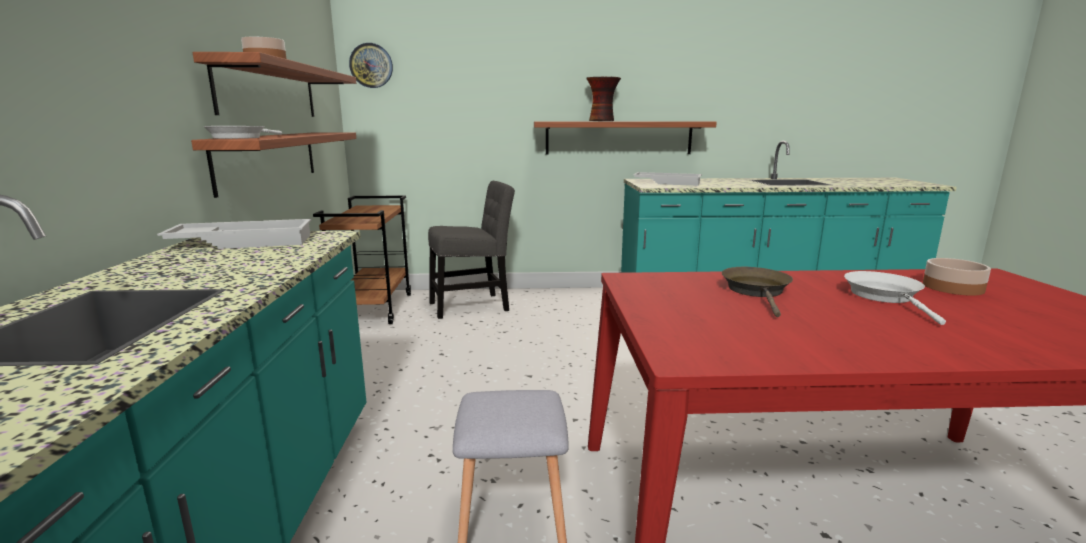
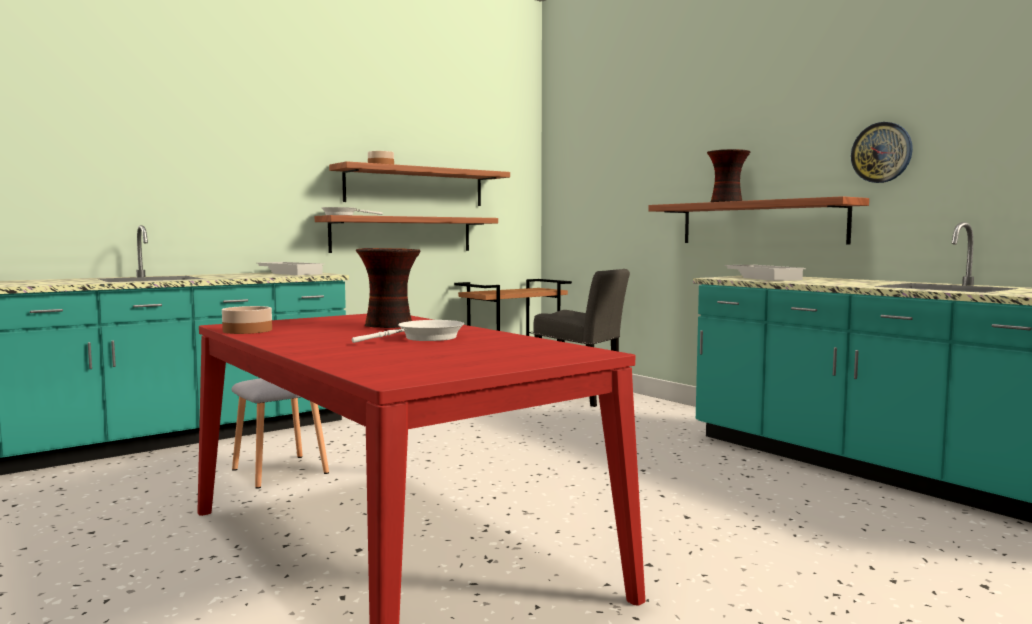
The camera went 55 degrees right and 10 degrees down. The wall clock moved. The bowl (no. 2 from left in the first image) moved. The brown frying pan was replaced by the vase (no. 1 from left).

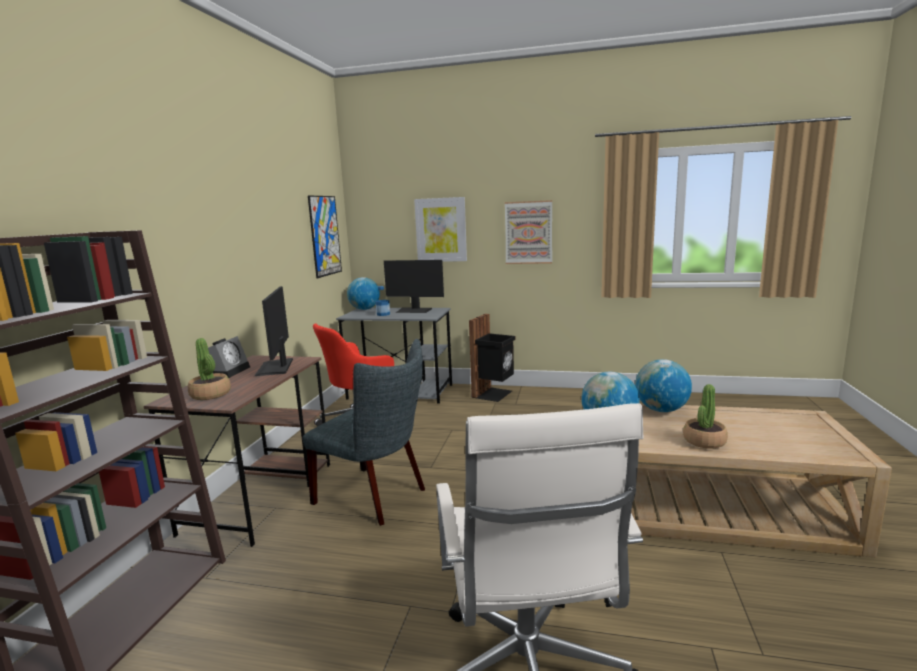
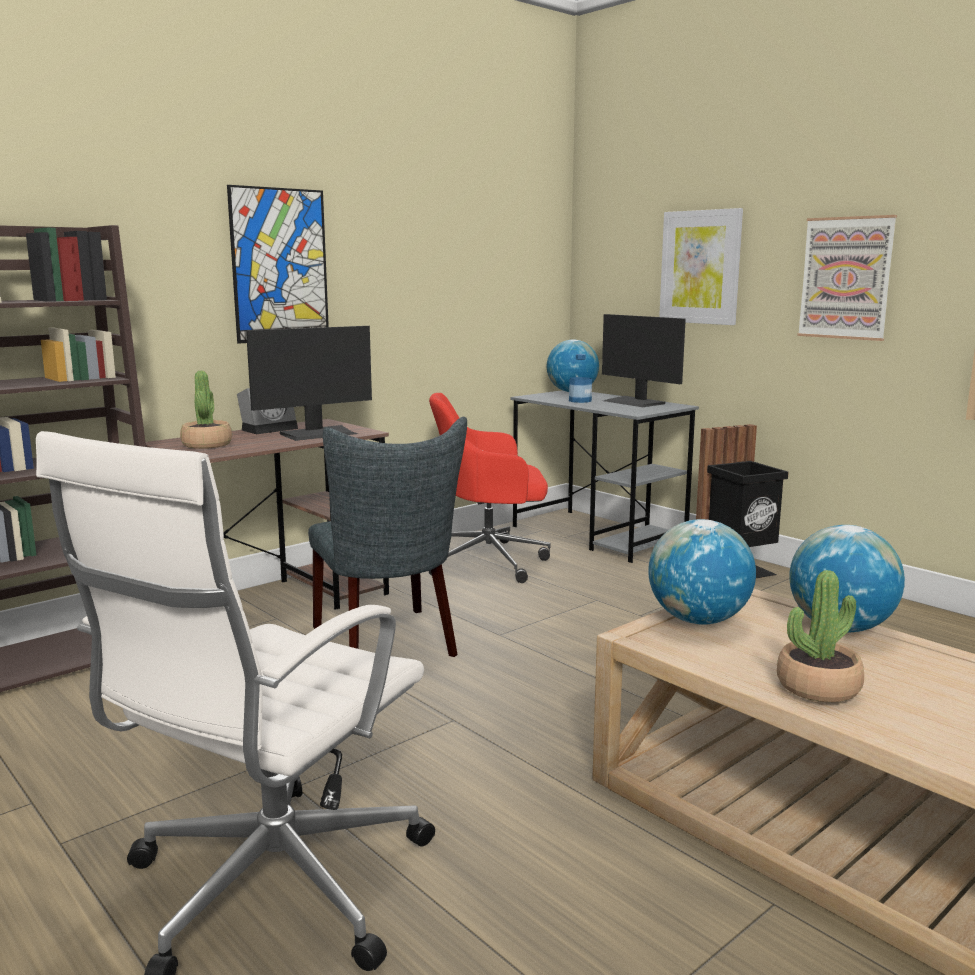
The camera went 35 degrees right and 0 degrees up. The picture (no. 1 from left) moved. The monitor (no. 1 from left) turned 150 degrees counterclockwise.

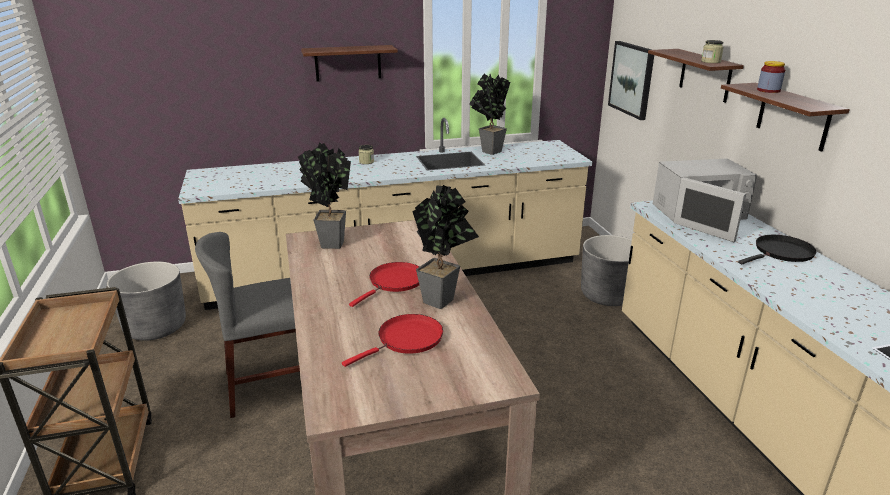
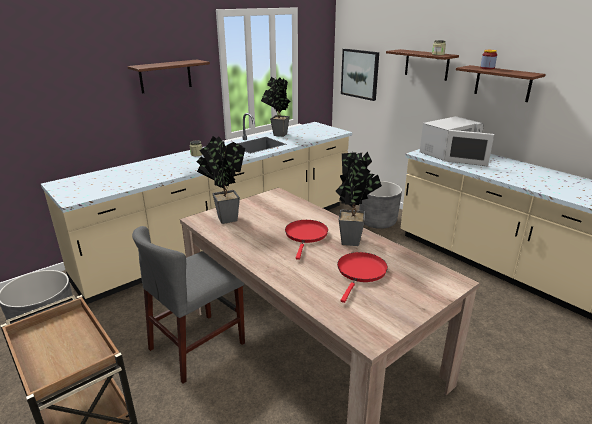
The camera went 25 degrees left and 0 degrees up. The black frying pan disappeared.

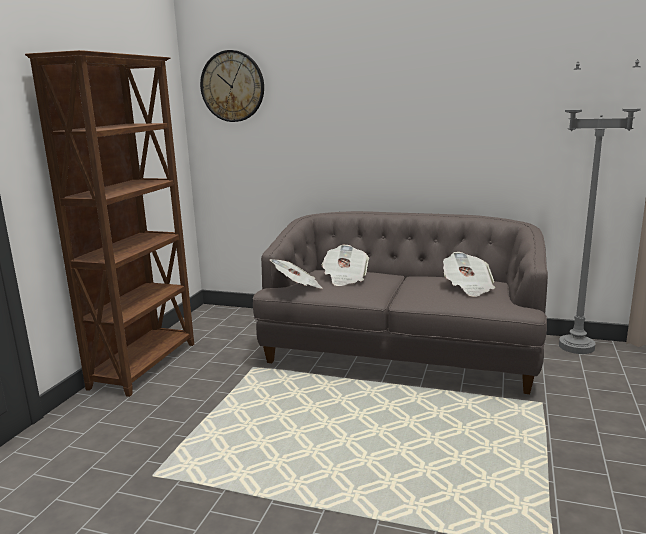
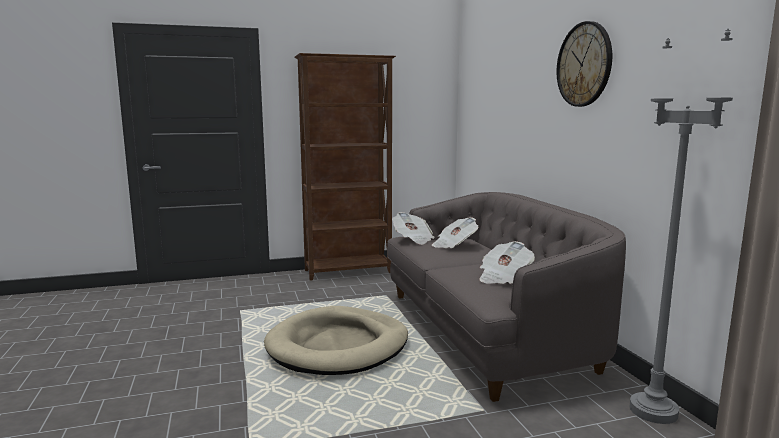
The camera went 55 degrees right and 5 degrees down. The wall clock moved. The beige dog bed appeared.

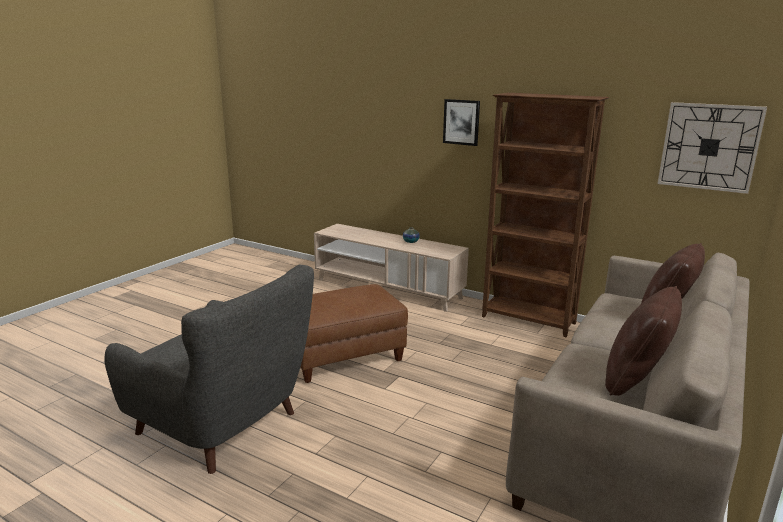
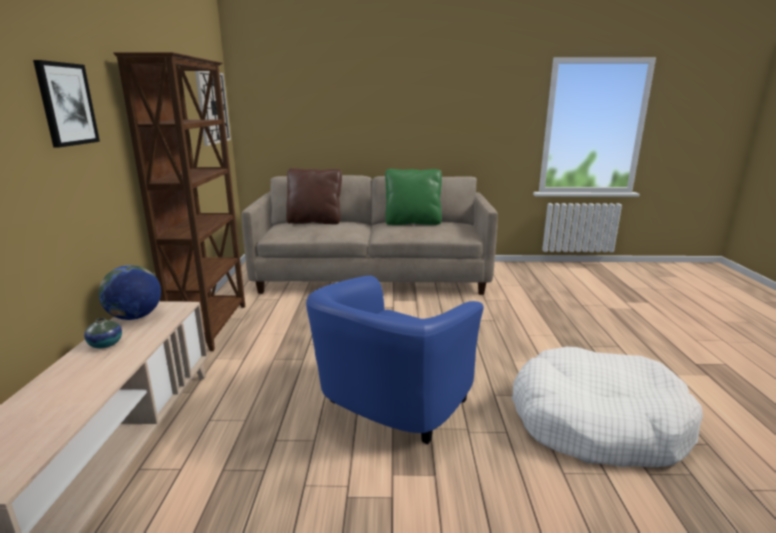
The camera went 120 degrees left and 0 degrees up. The grey armchair was replaced by the white dog bed. The brown ottoman was replaced by the blue armchair. The brown pillow (no. 1 from left) became the green pillow. The globe appeared.

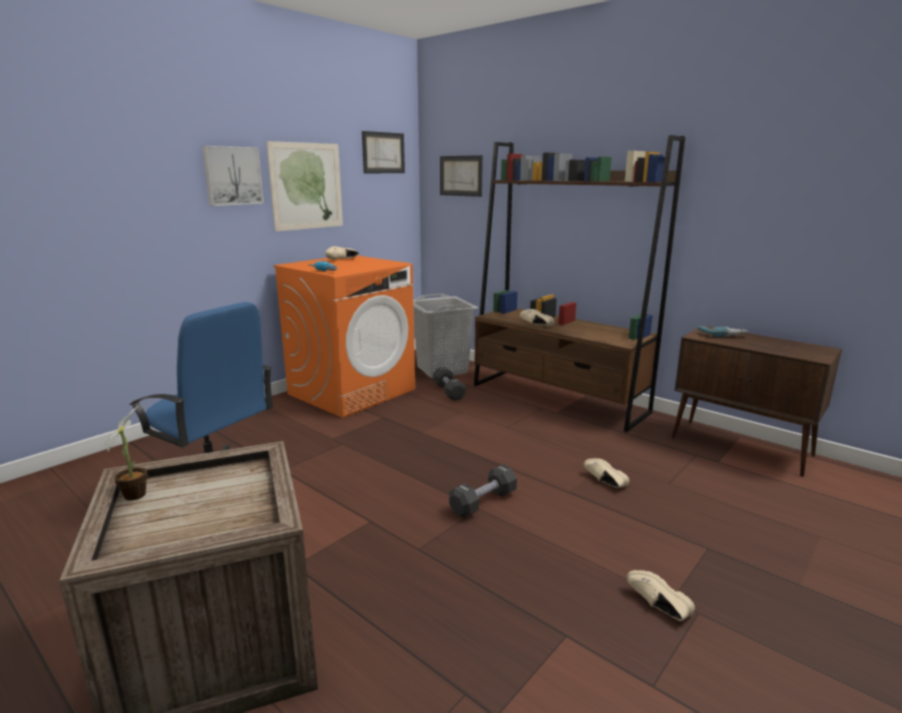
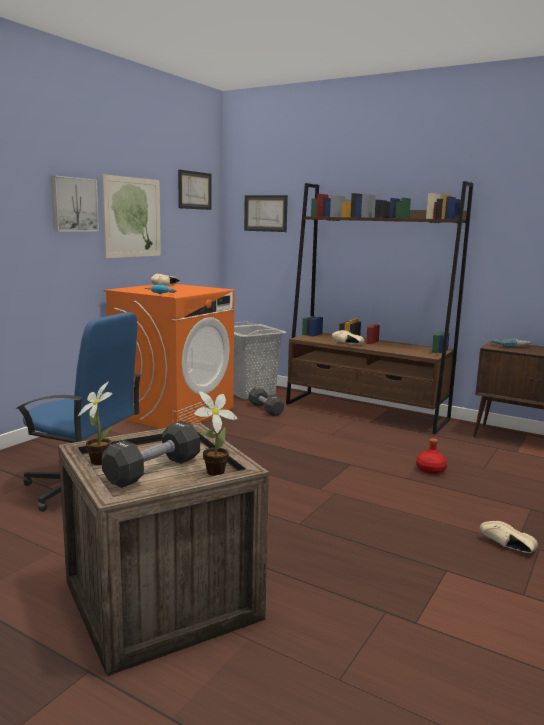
The camera went 10 degrees left and 5 degrees down. The beige shoe (no. 3 from left) was replaced by the red bottle. The black dumbbell (no. 2 from left in the first image) moved. The potted plant (no. 2 from left) appeared.

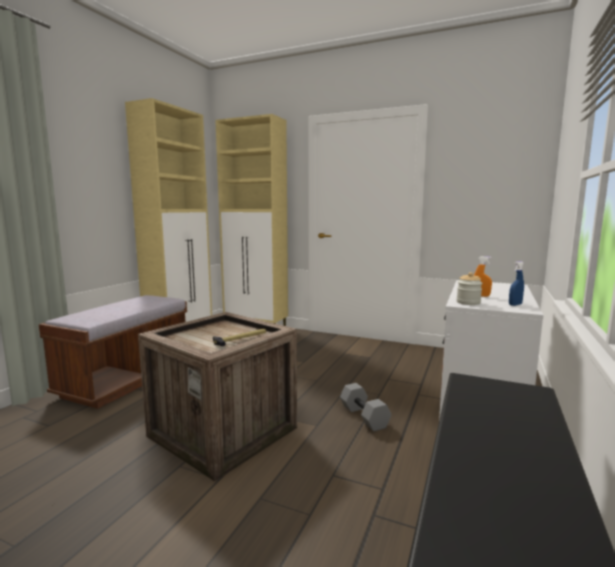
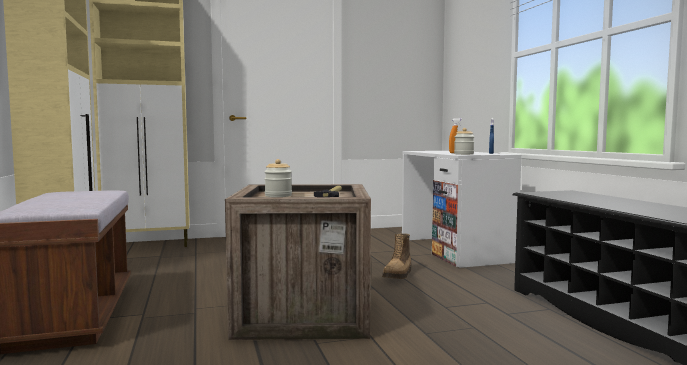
The camera went 40 degrees left and 5 degrees down. The grey dumbbell was replaced by the boot. The jar (no. 1 from left) appeared.

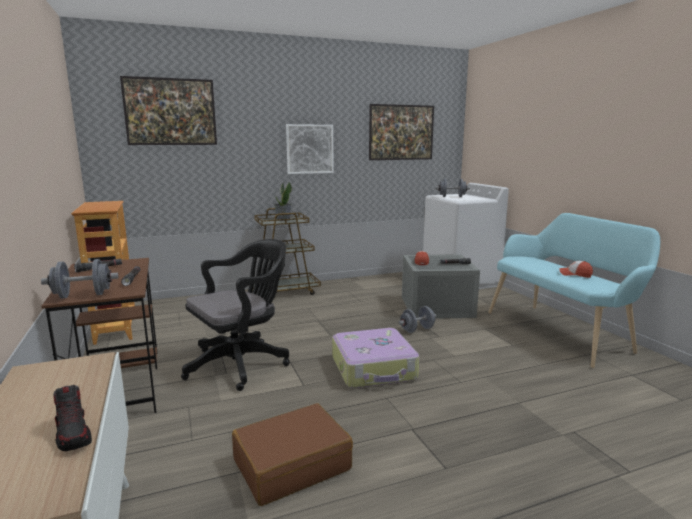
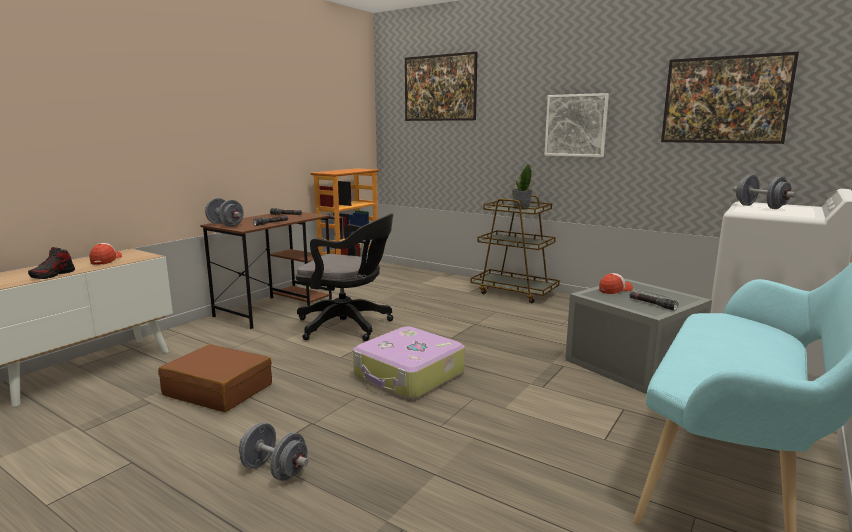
The camera went 55 degrees right and 0 degrees up. The cap (no. 2 from left in the first image) moved. The grey dumbbell (no. 2 from left) moved.

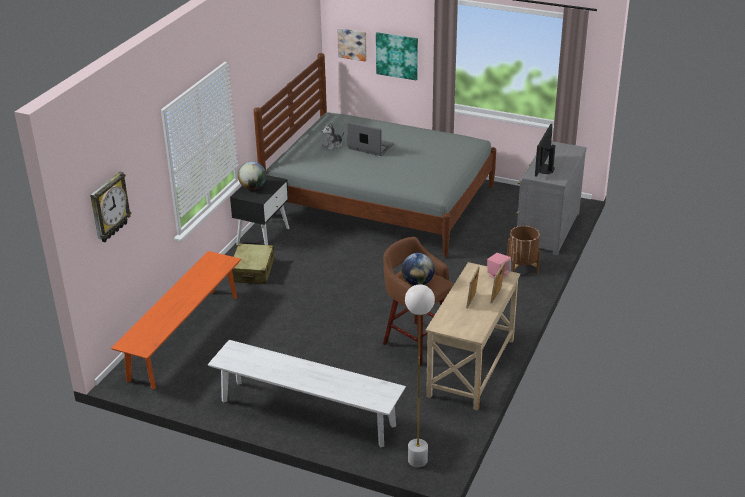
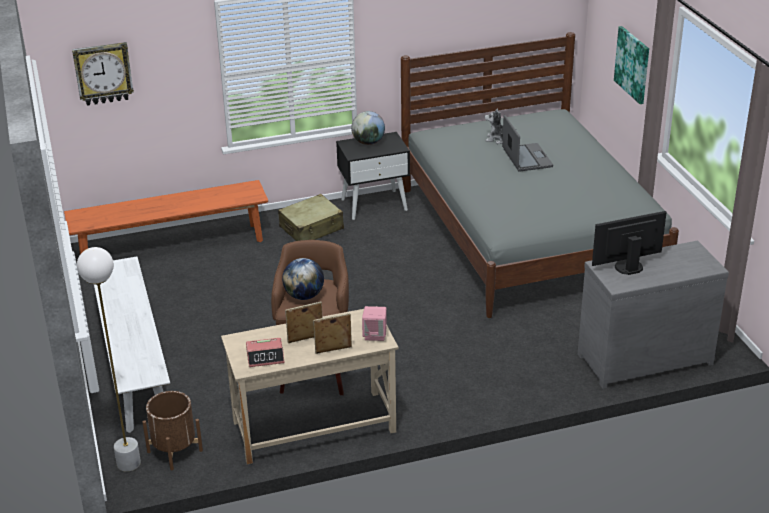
The camera went 50 degrees right and 0 degrees up. The picture (no. 1 from left) disappeared. The brown planter moved. The alarm clock appeared.

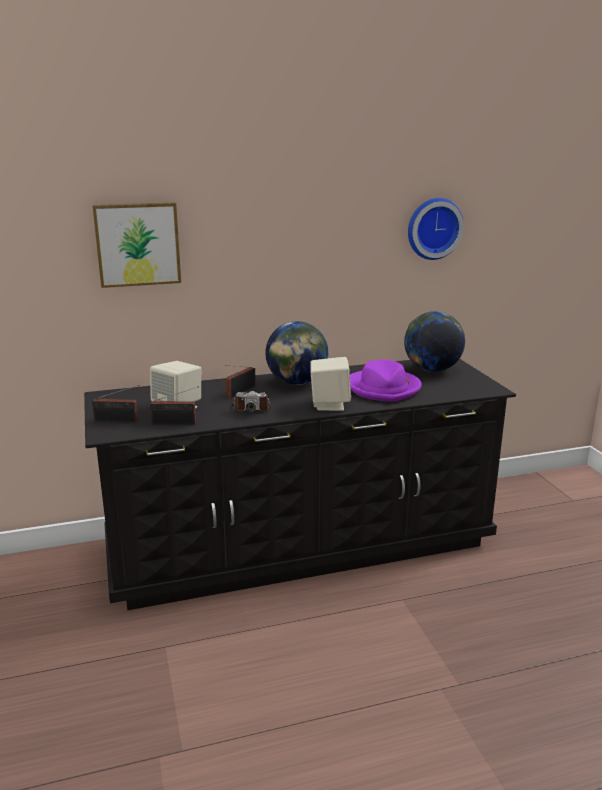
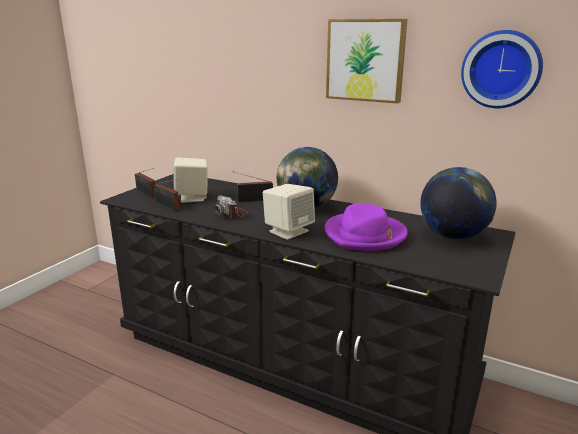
The camera went 45 degrees right and 0 degrees up. The picture moved.

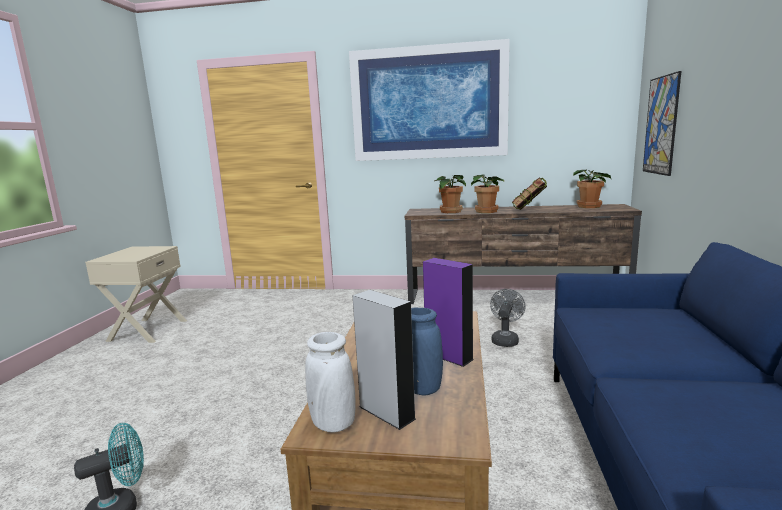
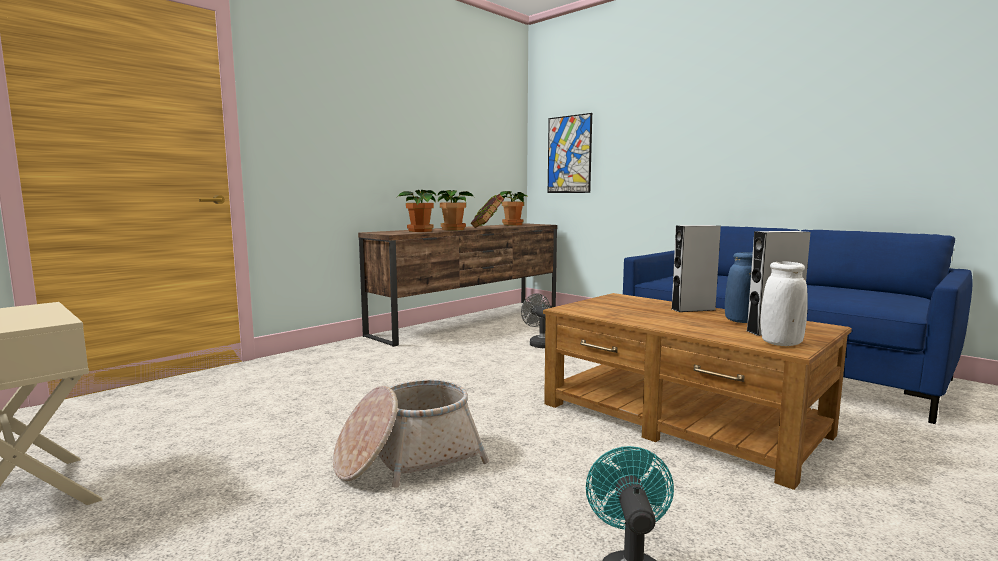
The camera went 55 degrees left and 5 degrees down. The picture (no. 1 from left) disappeared. The purple speaker became the grey speaker (no. 1 from left). The basket appeared.

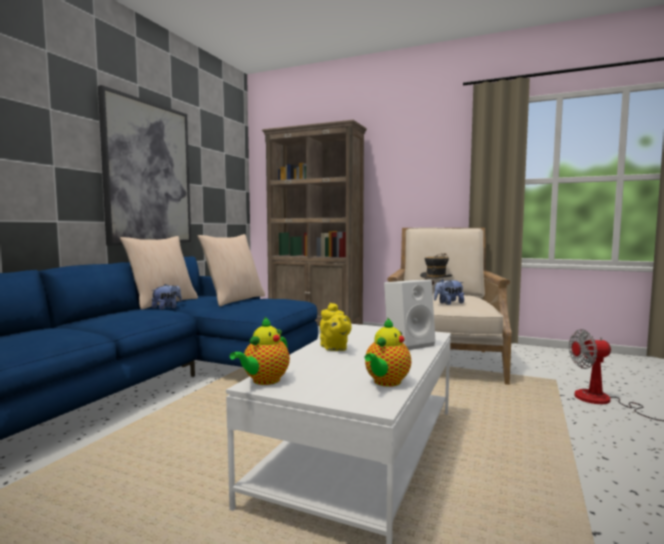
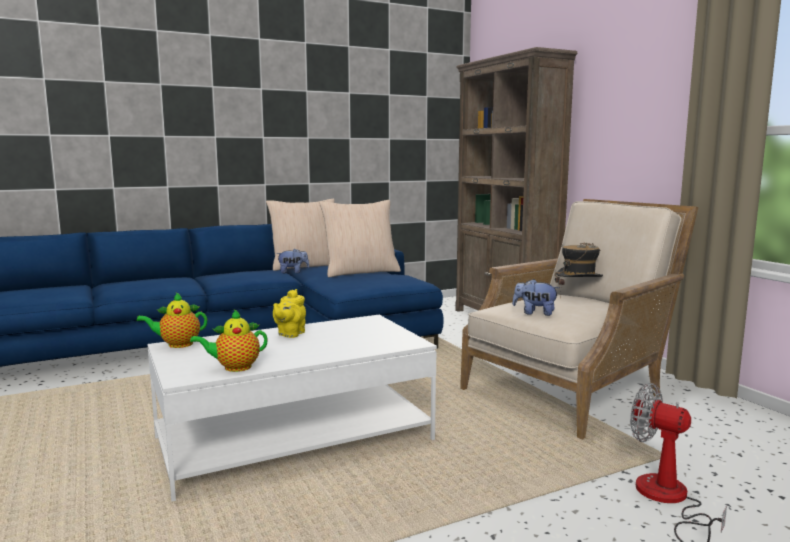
The camera went 40 degrees right and 5 degrees up. The picture disappeared. The white speaker disappeared.

